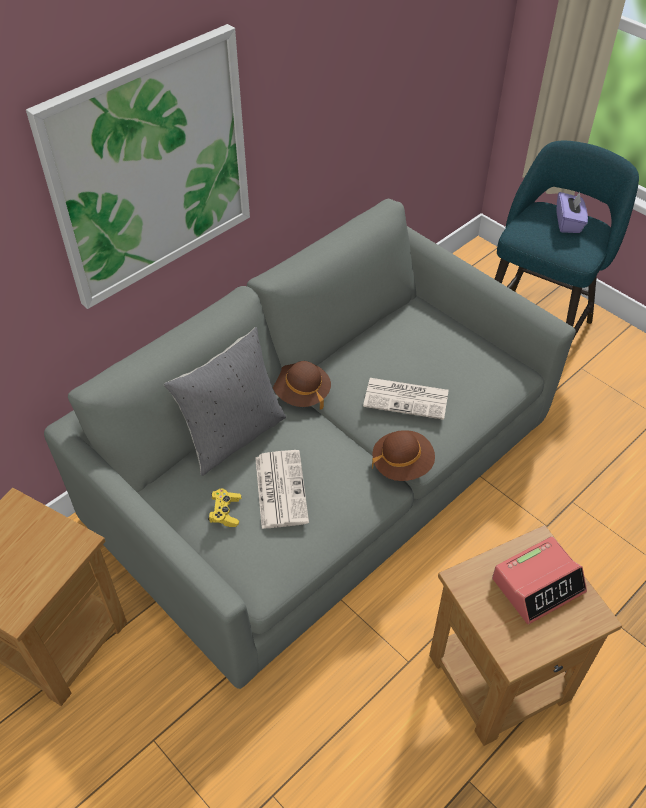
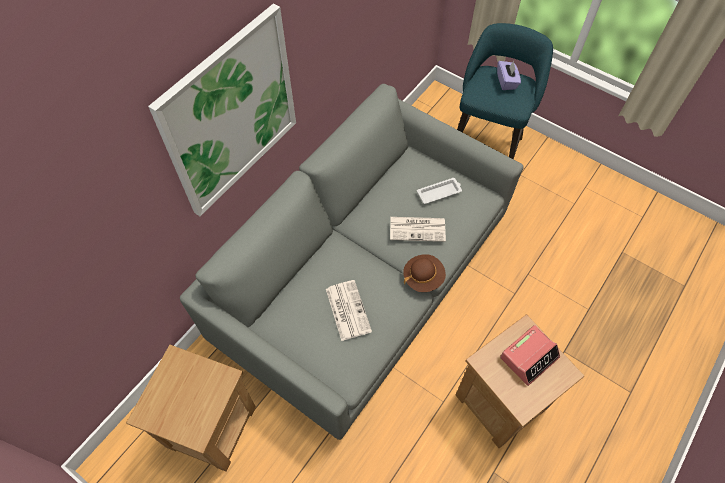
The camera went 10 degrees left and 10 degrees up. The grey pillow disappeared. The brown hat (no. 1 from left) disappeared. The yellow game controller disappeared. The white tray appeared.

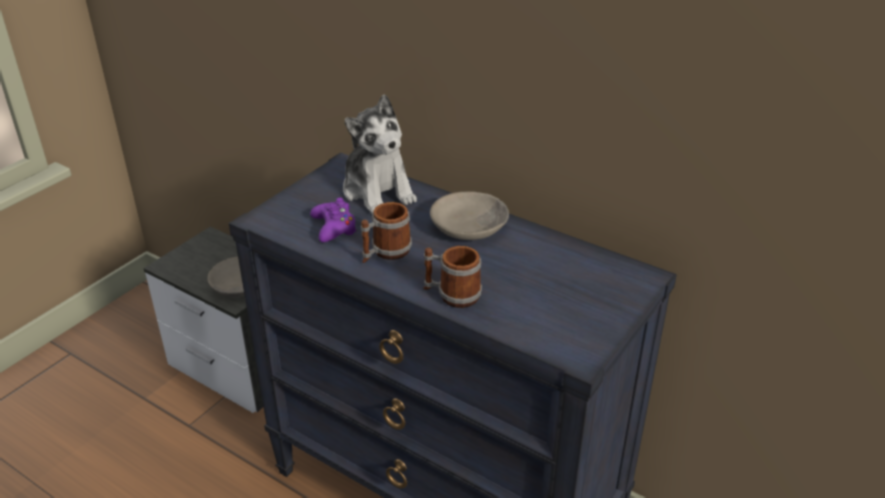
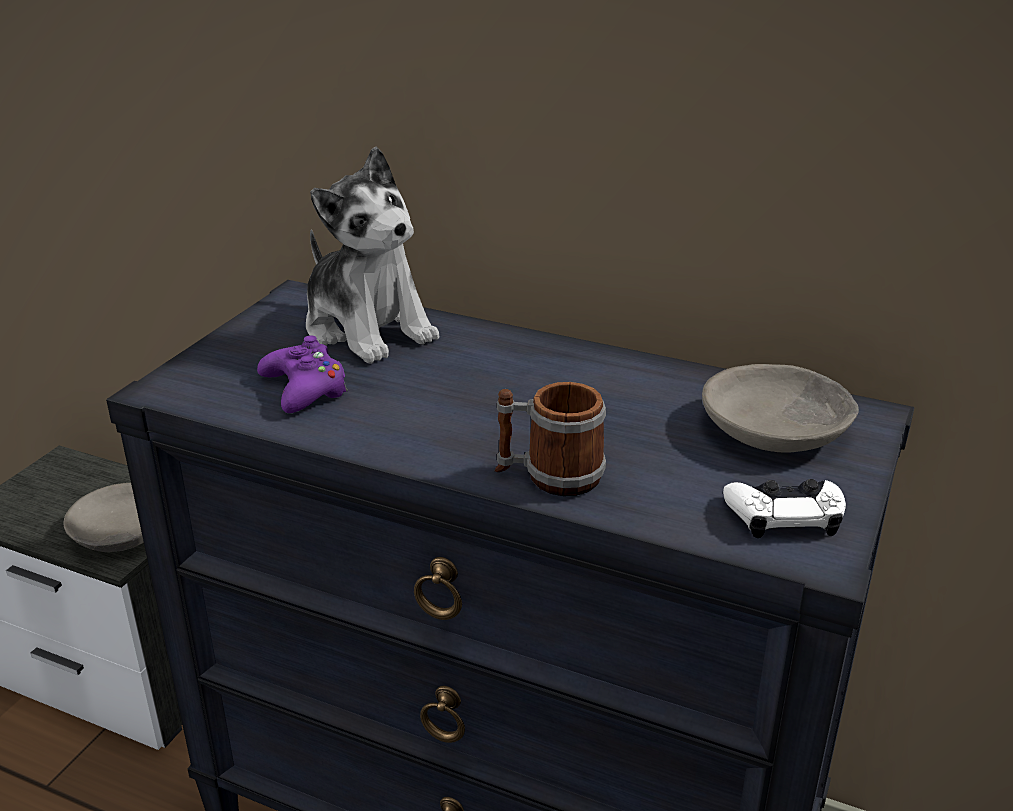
The camera went 10 degrees left and 5 degrees down. The grey bowl (no. 2 from left) moved. The mug (no. 1 from left) disappeared. The white game controller appeared.

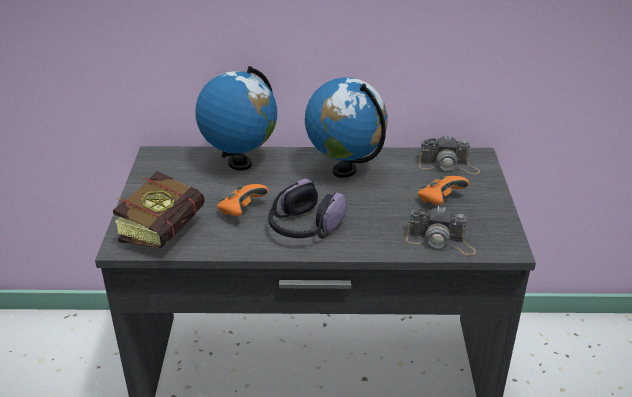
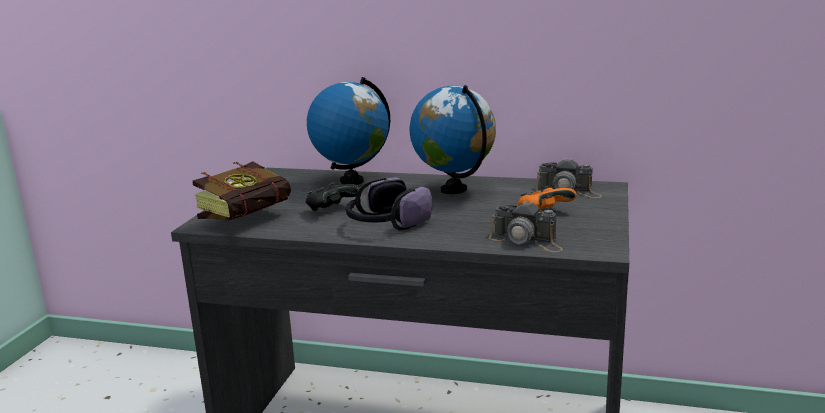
The camera went 15 degrees right and 15 degrees down. The orange game controller (no. 1 from left) became the black game controller.

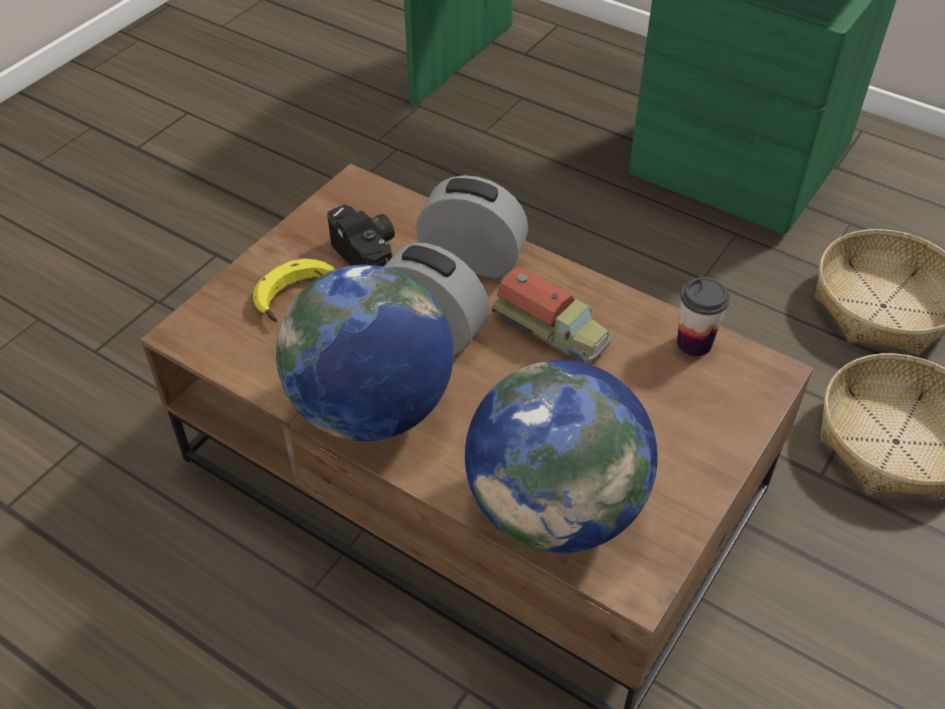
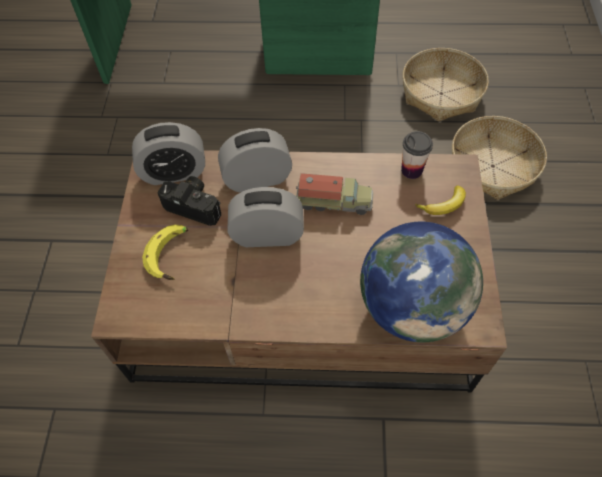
The camera went 30 degrees left and 10 degrees up. The globe (no. 1 from left) disappeared. The alarm clock (no. 1 from left) appeared. The banana (no. 2 from left) appeared.

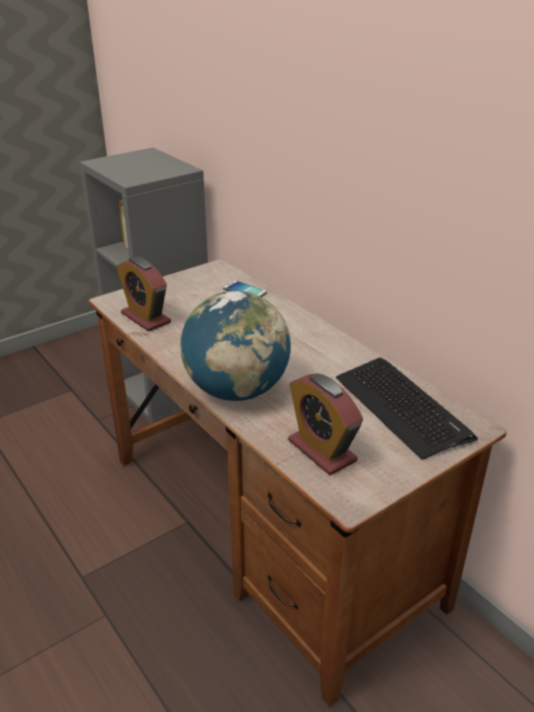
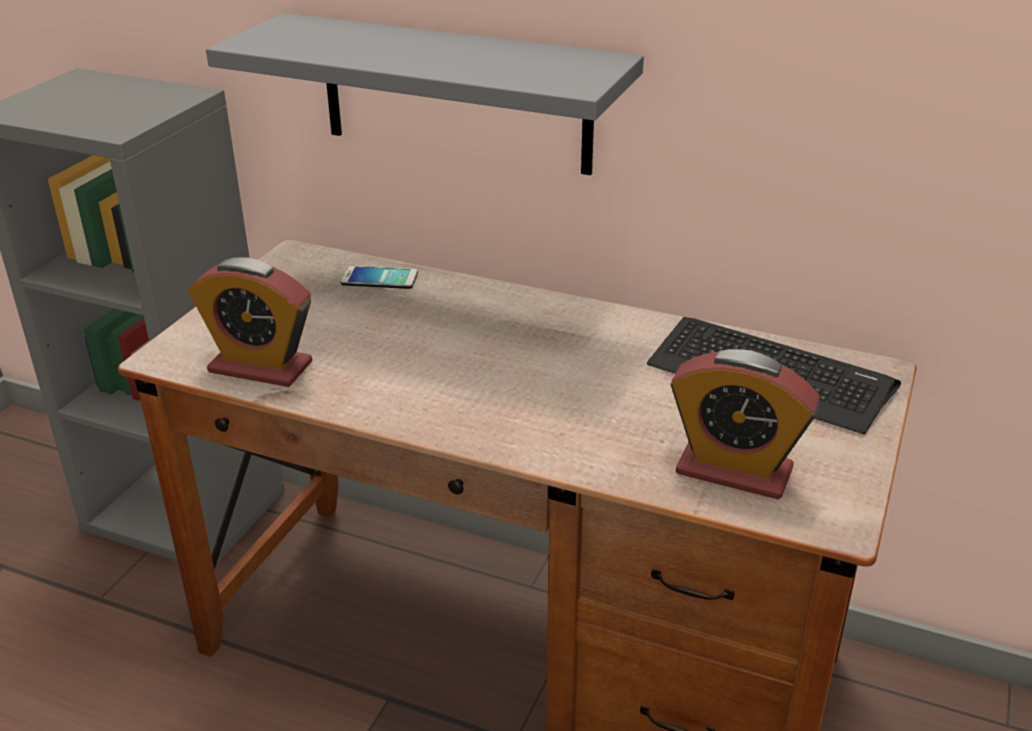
The camera went 30 degrees left and 0 degrees up. The globe disappeared. The grey shelf appeared.

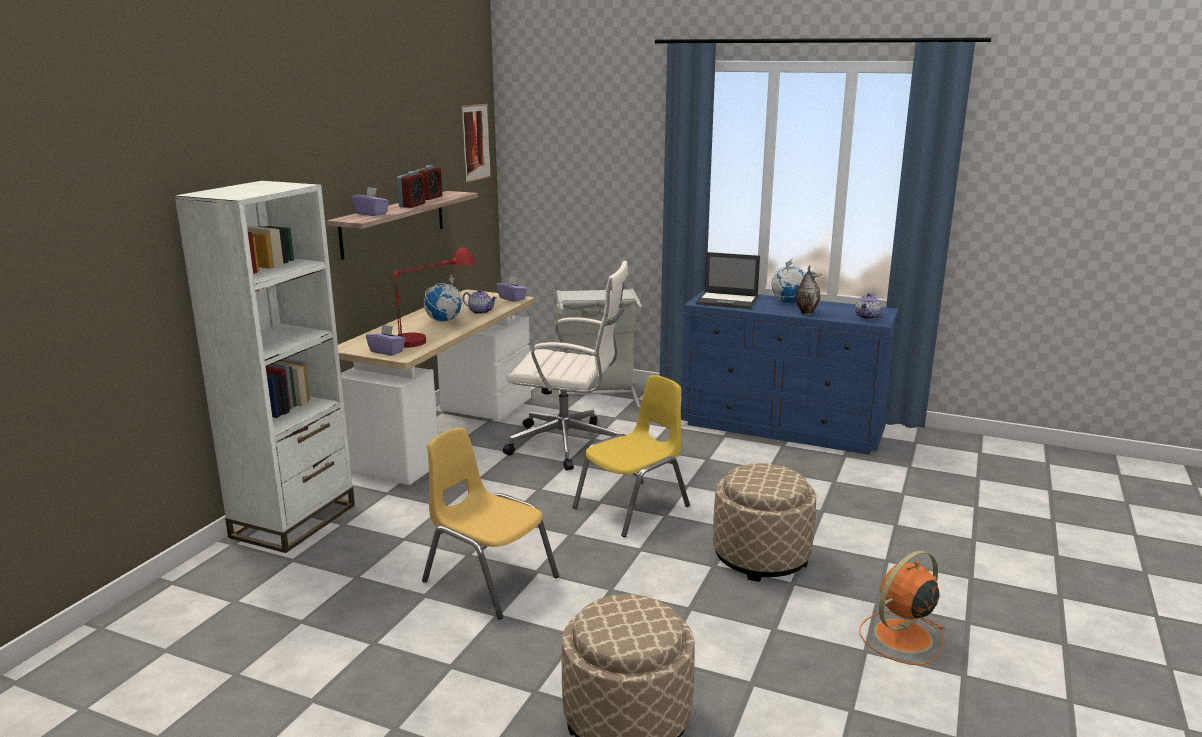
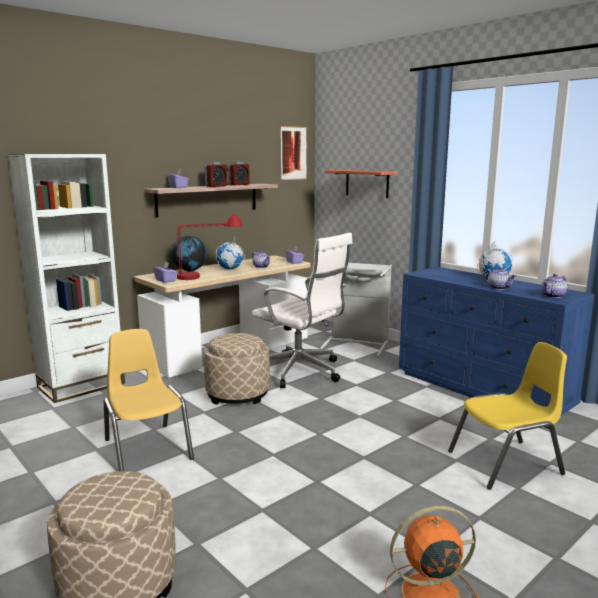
The camera went 25 degrees right and 5 degrees down. The laptop disappeared. The vase was replaced by the teapot (no. 2 from left). The yellow chair (no. 2 from left) moved. The beige ottoman (no. 2 from left) moved. The shelf (no. 2 from left) appeared. The globe (no. 1 from left) appeared.

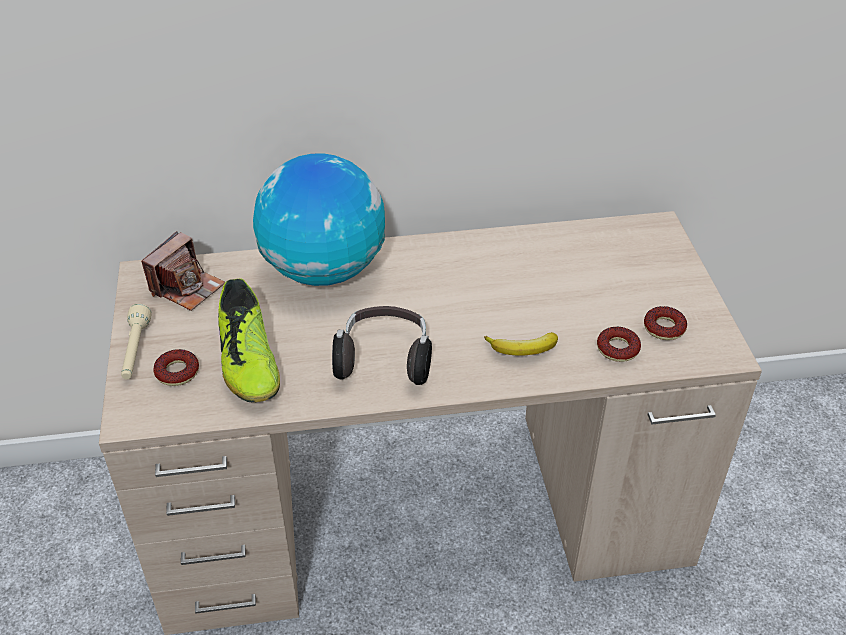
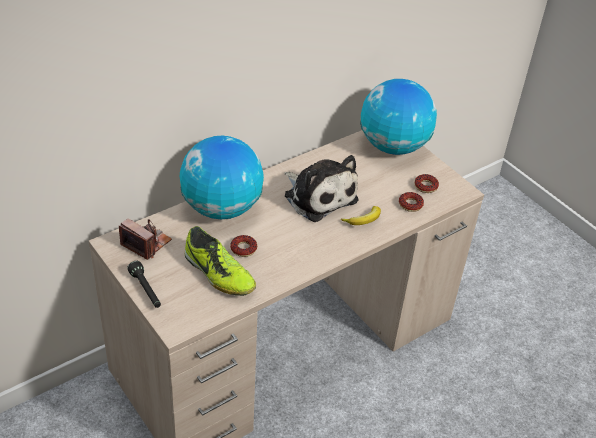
The camera went 30 degrees left and 0 degrees up. The photo camera turned 60 degrees counterclockwise. The beige flashlight became the black flashlight. The headphones disappeared. The donut (no. 1 from left) moved. The globe (no. 2 from left) appeared. The plush toy appeared.

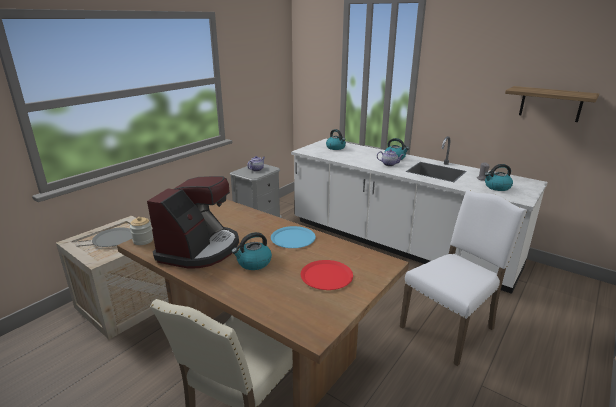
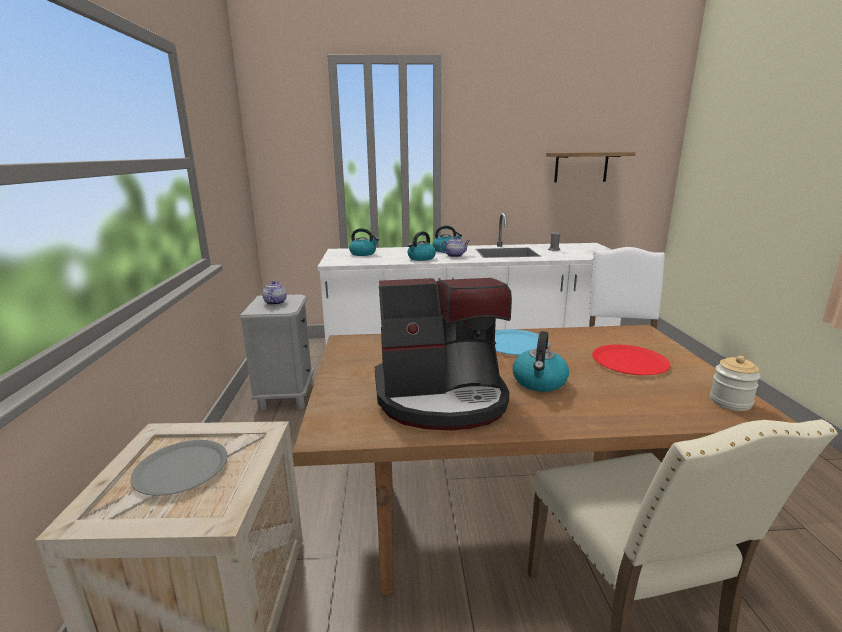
The camera went 40 degrees left and 5 degrees down. The kettle (no. 4 from left in the first image) moved. The coffee machine turned 105 degrees clockwise. The jar moved.

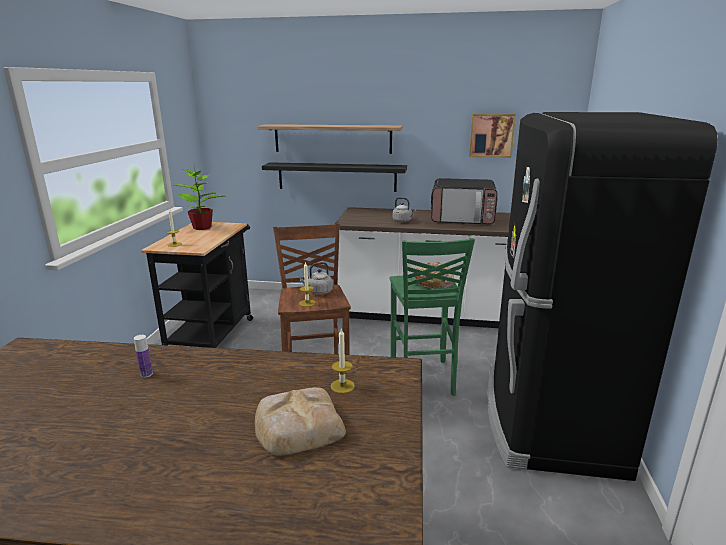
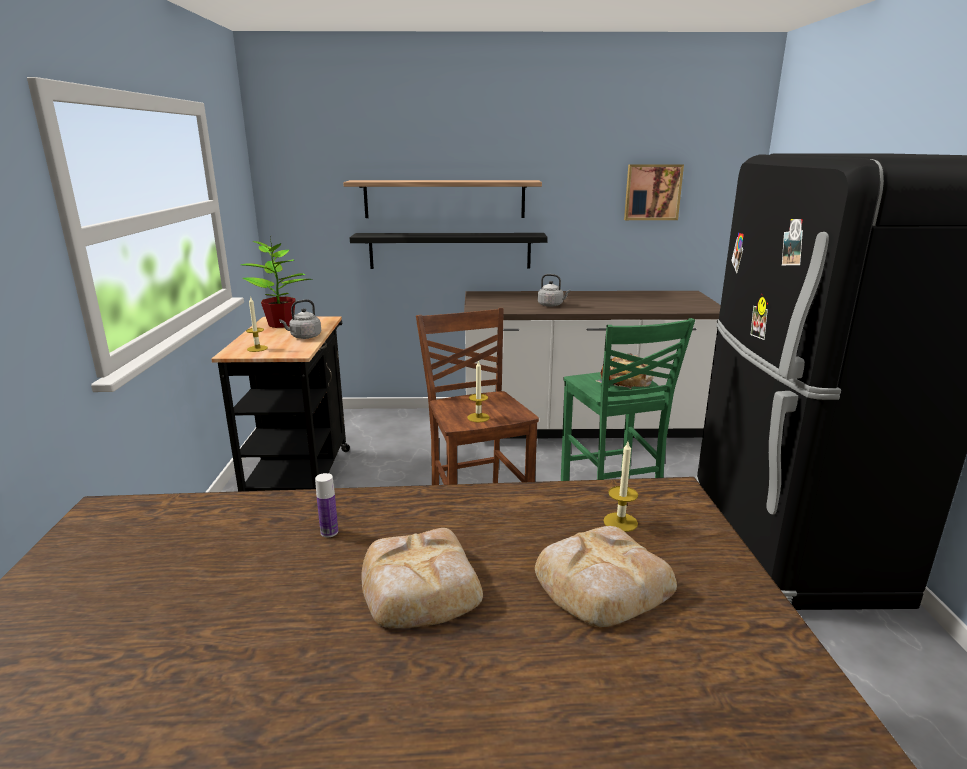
The camera went 10 degrees left and 0 degrees up. The microwave disappeared. The grey kettle (no. 1 from left) moved. The bread (no. 1 from left) appeared.

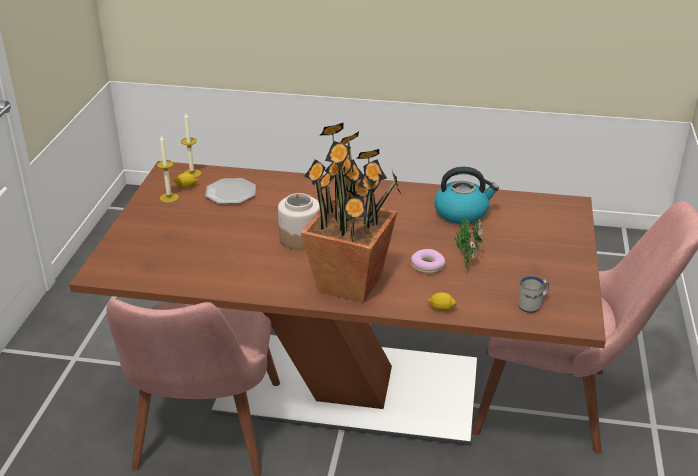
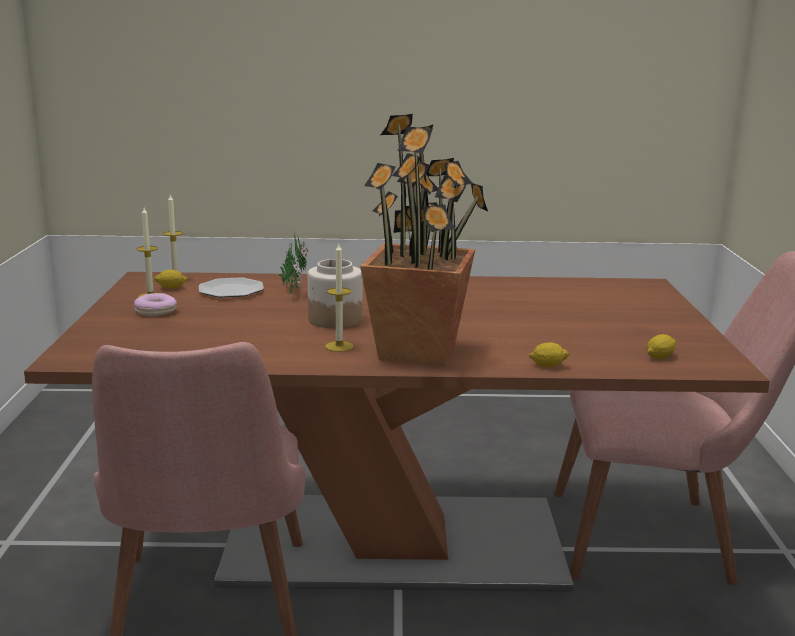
The camera went 10 degrees left and 15 degrees down. The kettle disappeared. The potted plant (no. 2 from left in the first image) moved. The donut moved. The white mug was replaced by the lemon (no. 3 from left). The candle (no. 3 from left) appeared.

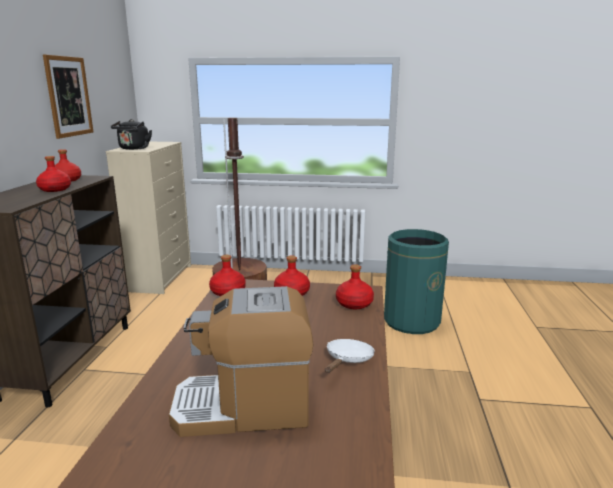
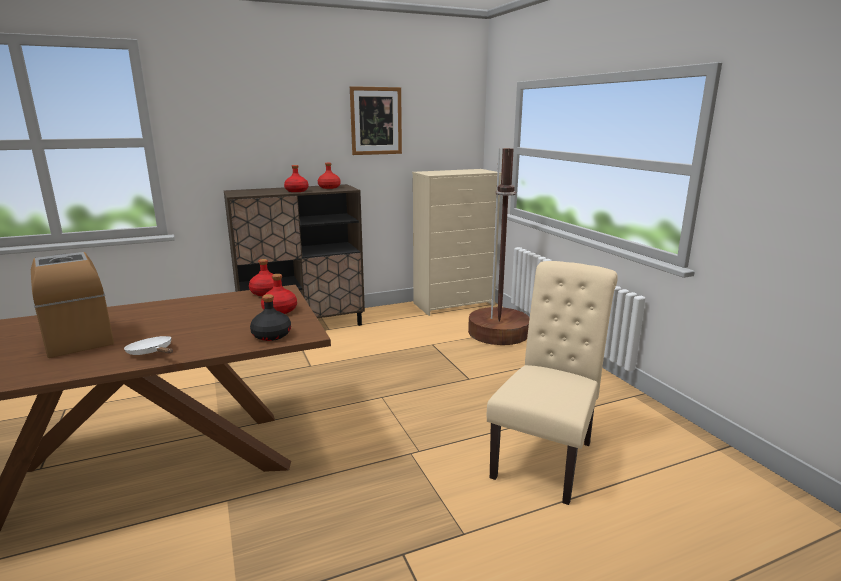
The camera went 60 degrees right and 0 degrees up. The black kettle disappeared. The green trash can was replaced by the beige chair. The red bottle (no. 5 from left) became the black bottle. The white frying pan turned 135 degrees counterclockwise.

